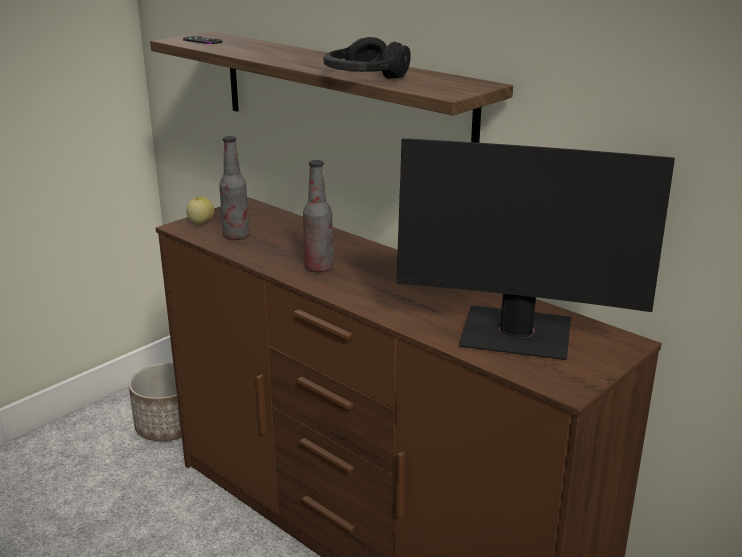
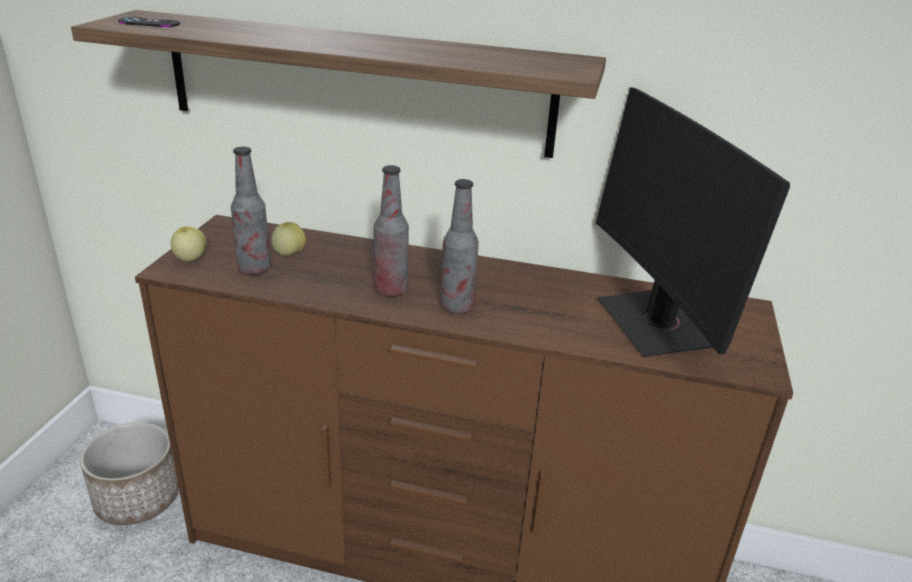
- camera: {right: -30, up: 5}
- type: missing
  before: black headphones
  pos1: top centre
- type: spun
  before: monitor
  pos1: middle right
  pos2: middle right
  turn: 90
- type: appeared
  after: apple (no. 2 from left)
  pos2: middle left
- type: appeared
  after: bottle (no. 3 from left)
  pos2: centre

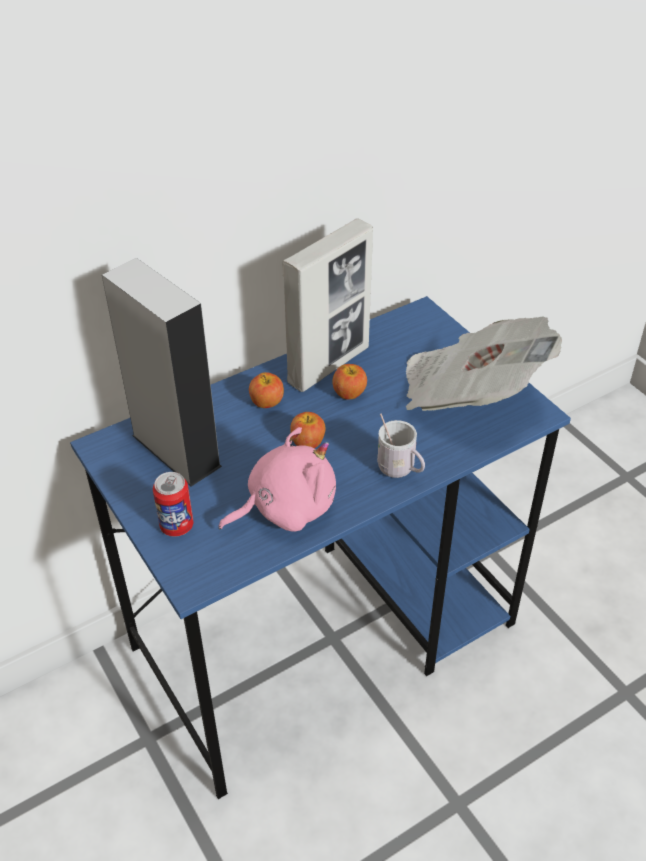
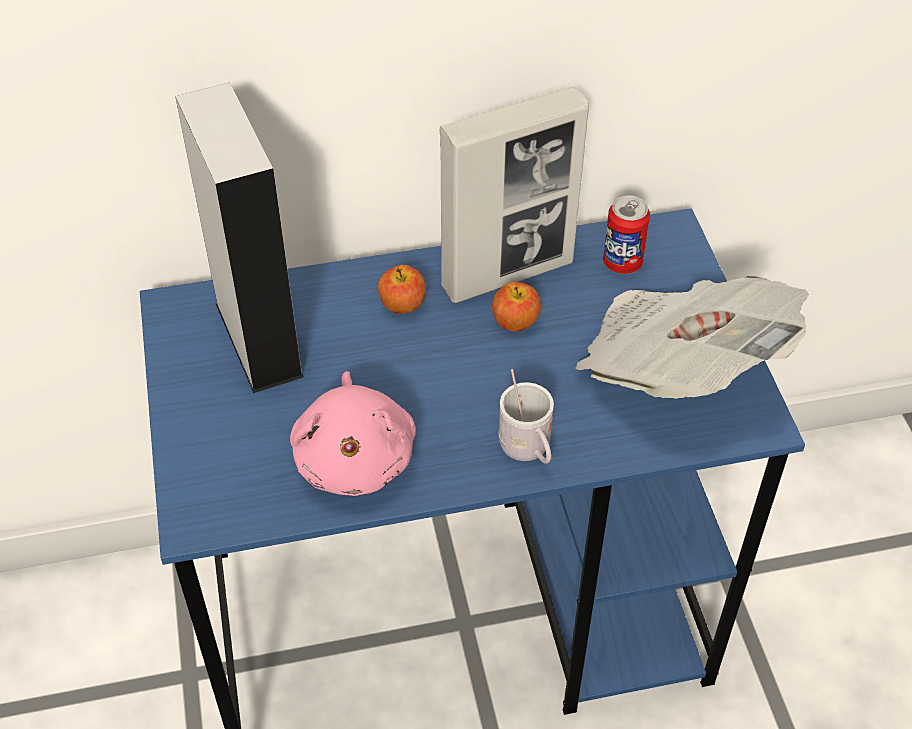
- camera: {right: 20, up: 5}
- type: relocated
  before: can
  pos1: middle left
  pos2: top right
- type: spun
  before: pink plush toy
  pos1: centre
  pos2: centre
  turn: 90
- type: missing
  before: apple (no. 2 from left)
  pos1: centre

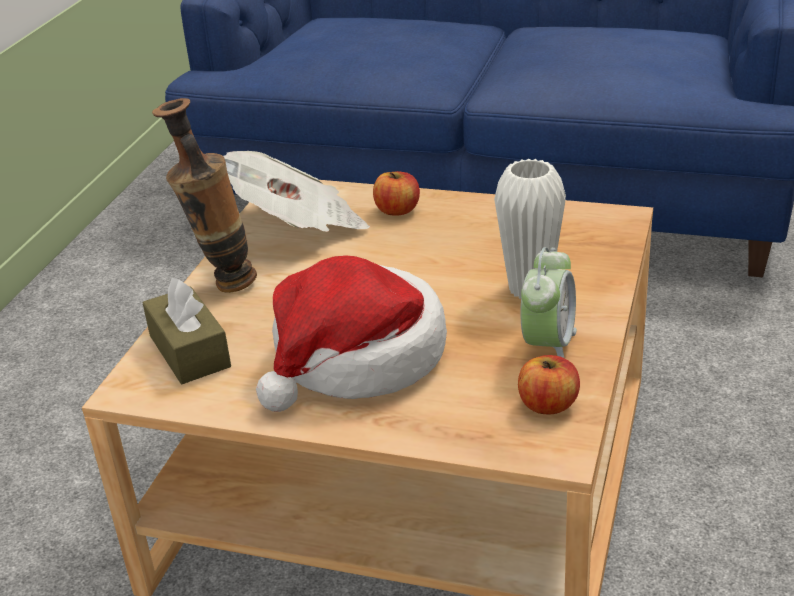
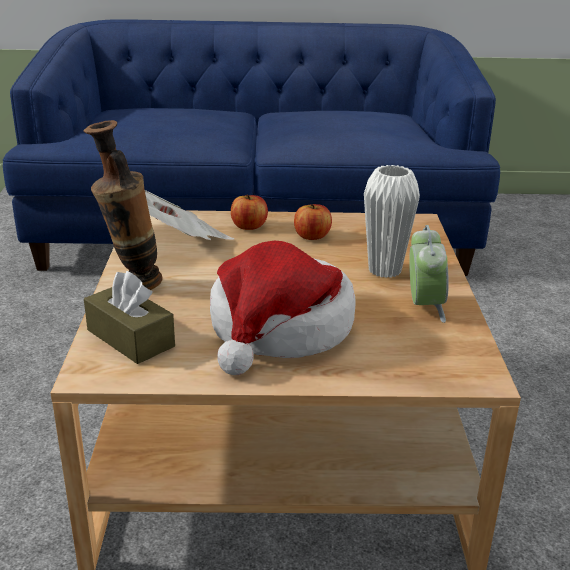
- camera: {right: -20, up: -5}
- type: relocated
  before: apple (no. 2 from left)
  pos1: middle right
  pos2: centre

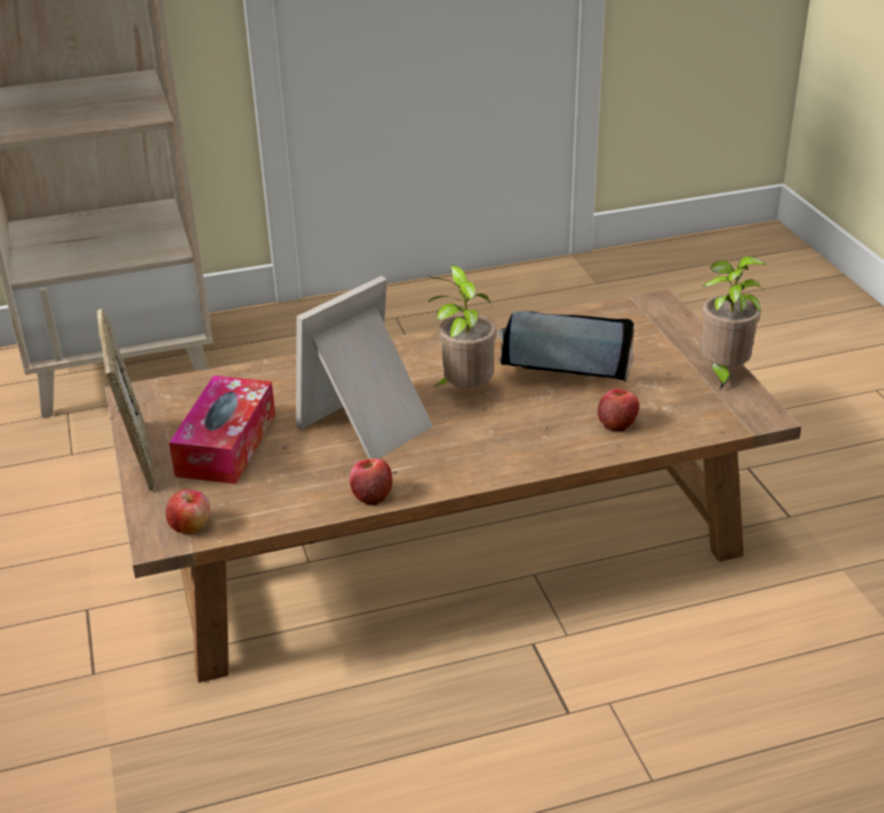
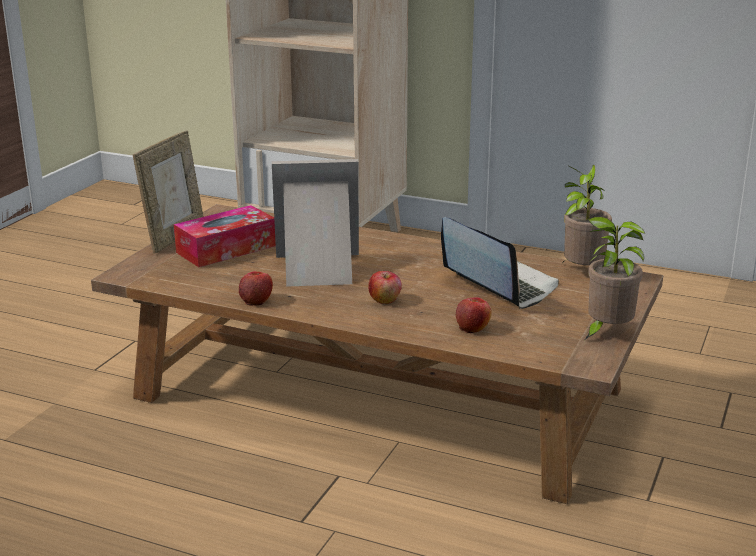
- camera: {right: 40, up: -10}
- type: relocated
  before: apple (no. 1 from left in the first image)
  after: apple (no. 2 from left)
  pos1: middle left
  pos2: centre
- type: relocated
  before: potted plant (no. 1 from left)
  pos1: centre
  pos2: middle right

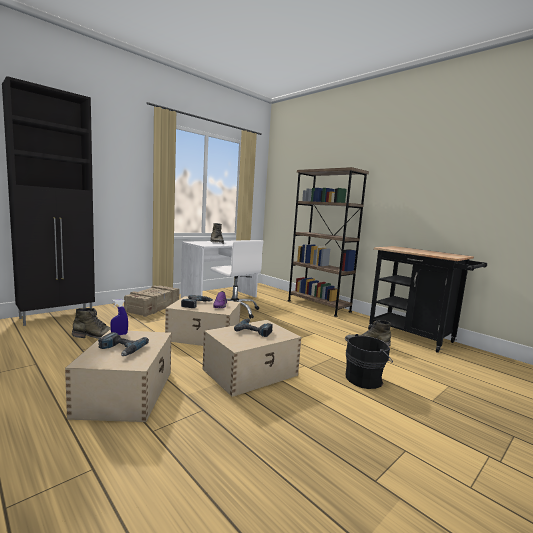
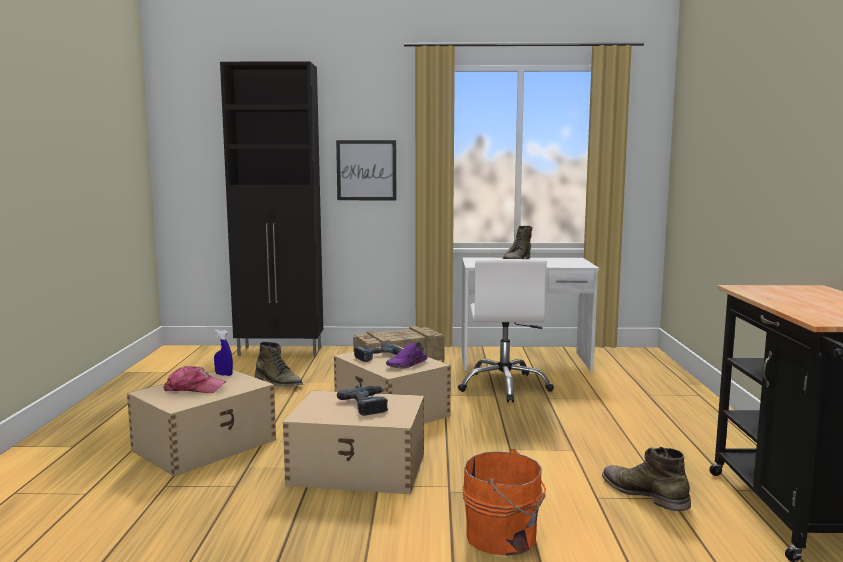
- camera: {right: 45, up: 0}
- type: exchanged
  before: power drill (no. 1 from left)
  after: cap
  pos1: middle left
  pos2: bottom left
- type: missing
  before: brown bookcase
  pos1: centre
- type: colour
  before: black bucket
  after: orange bucket
  pos1: bottom right
  pos2: bottom centre
- type: appeared
  after: picture
  pos2: top centre

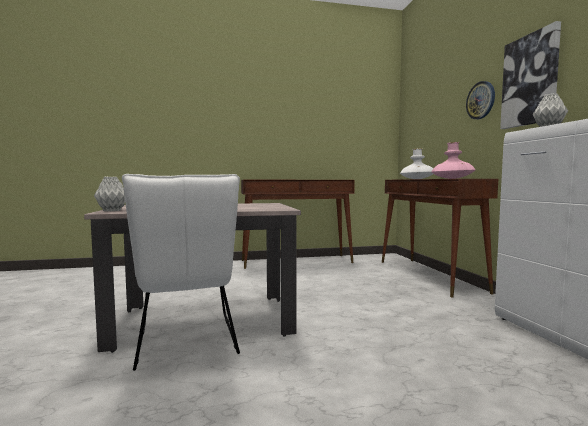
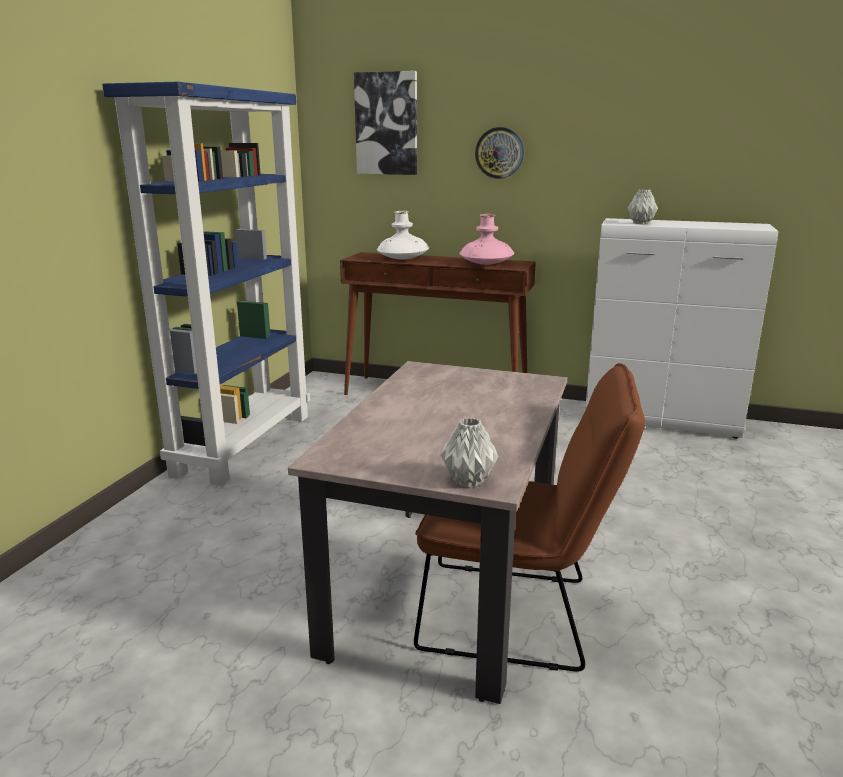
- camera: {right: -60, up: 15}
- type: colour
  before: white chair
  after: brown chair
  pos1: middle left
  pos2: centre
- type: exchanged
  before: brown console table (no. 1 from left)
  after: blue bookcase
  pos1: centre
  pos2: middle left
- type: relocated
  before: picture
  pos1: top right
  pos2: top centre

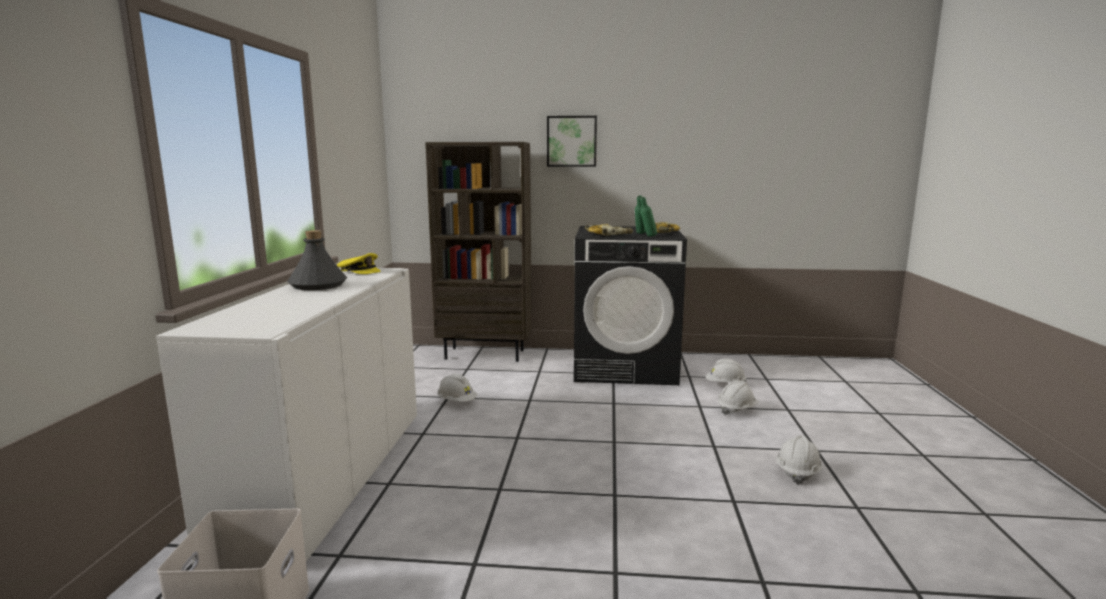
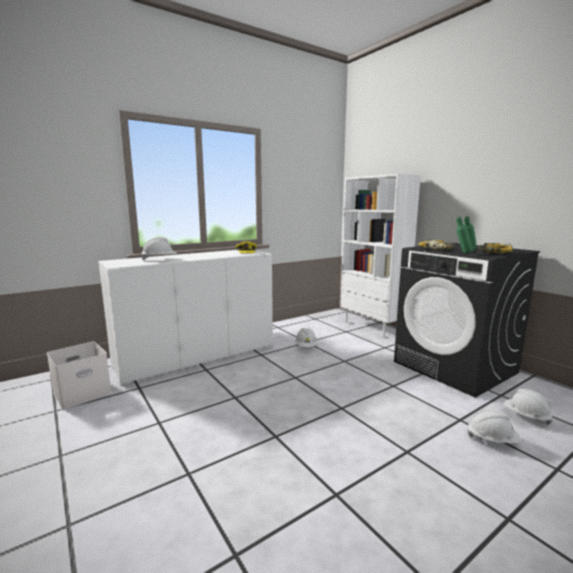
- camera: {right: 50, up: 0}
- type: missing
  before: grey bottle
  pos1: middle left
- type: colour
  before: brown bookcase
  after: white bookcase
  pos1: centre
  pos2: centre
- type: missing
  before: picture
  pos1: top centre
- type: relocated
  before: white hard hat (no. 4 from left in the first image)
  after: white hard hat (no. 1 from left)
  pos1: bottom right
  pos2: middle left

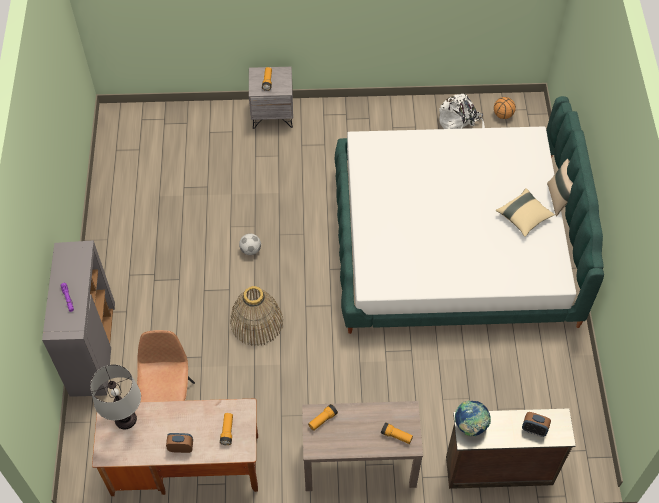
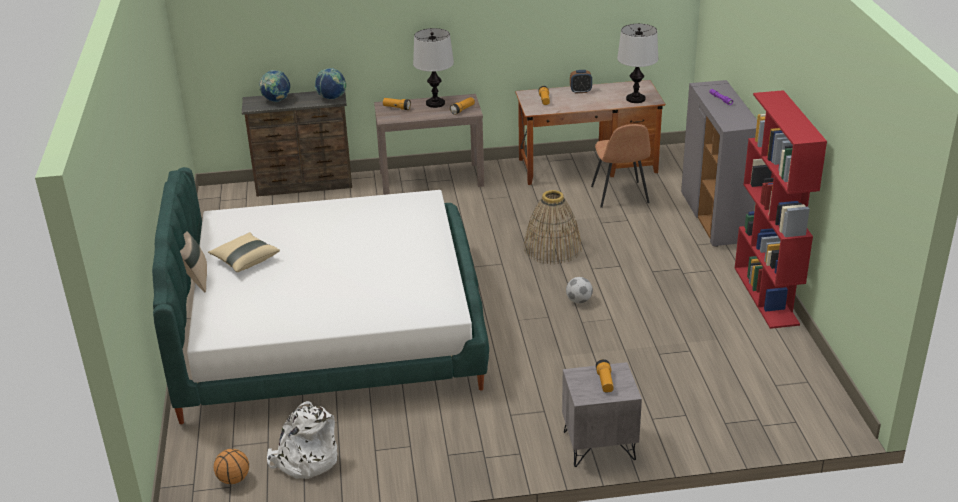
- camera: {right: 175, up: -25}
- type: exchanged
  before: alarm clock (no. 2 from left)
  after: globe (no. 1 from left)
  pos1: bottom right
  pos2: top left
- type: appeared
  after: table lamp (no. 1 from left)
  pos2: top centre
- type: appeared
  after: red bookcase
  pos2: middle right

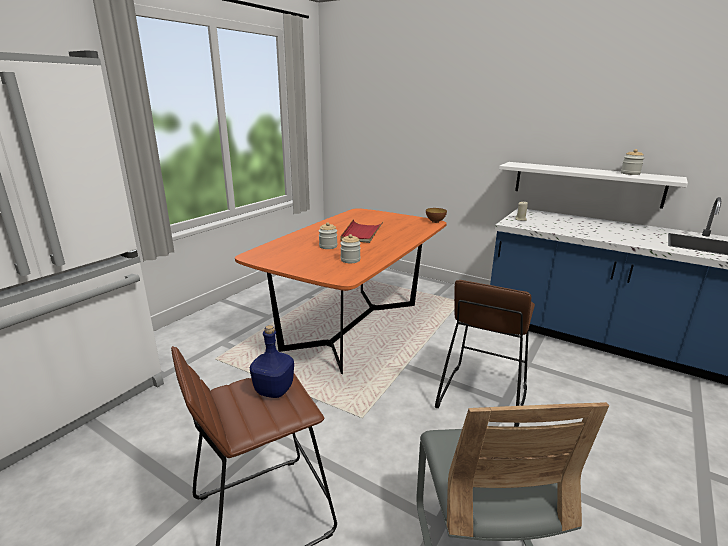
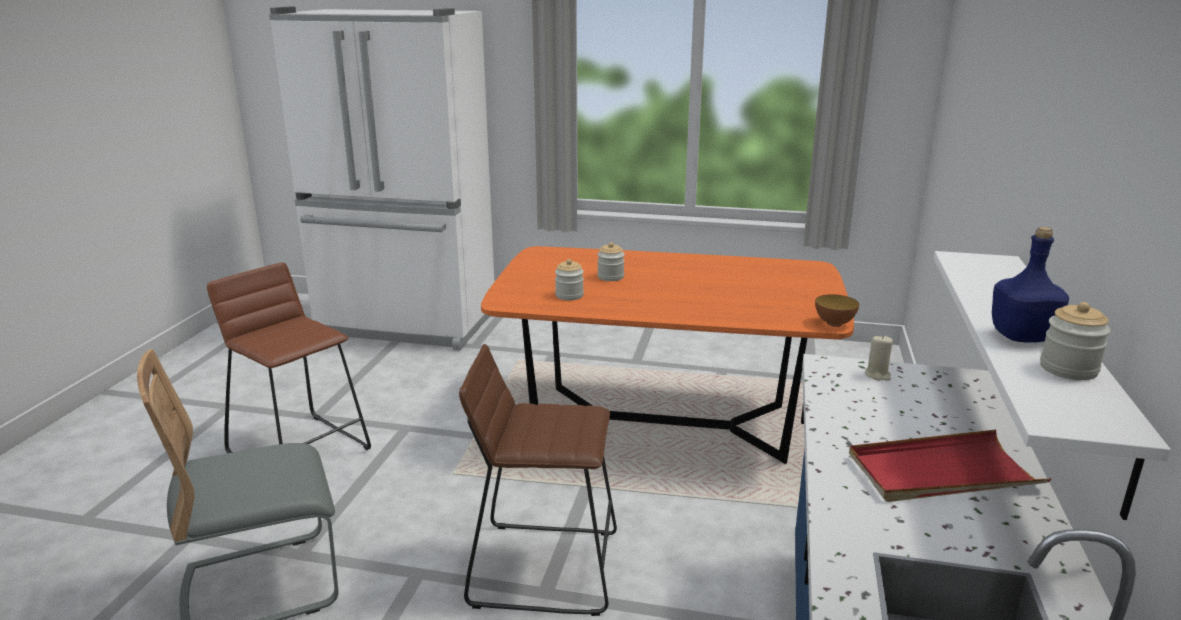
- camera: {right: 70, up: 0}
- type: relocated
  before: blue bottle
  pos1: centre
  pos2: middle right
- type: relocated
  before: red tray
  pos1: centre
  pos2: bottom right

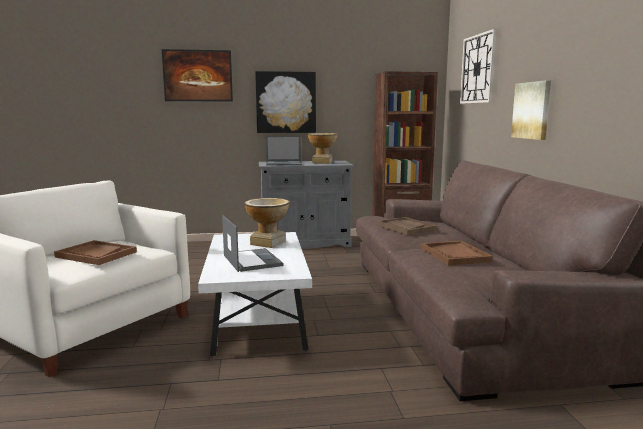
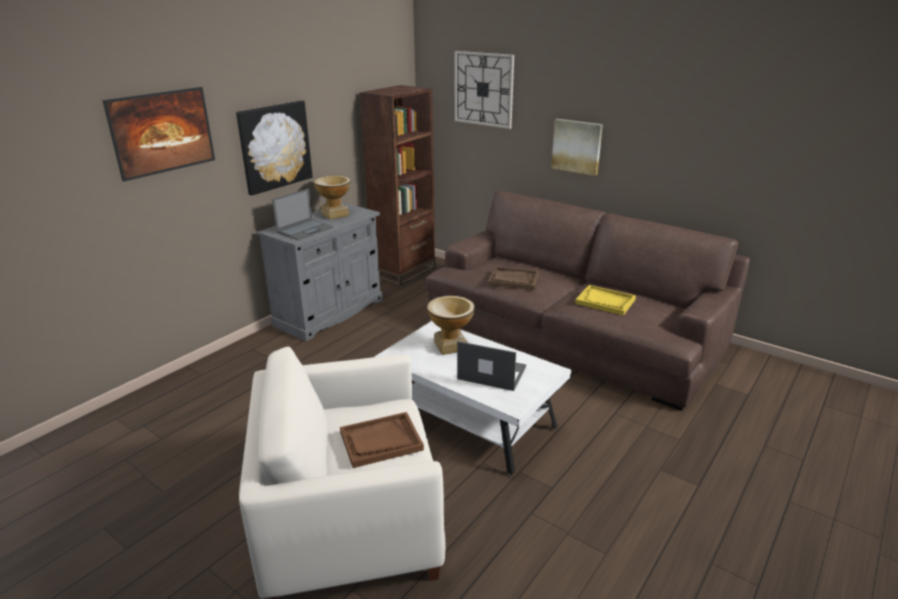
- camera: {right: -45, up: 15}
- type: colour
  before: brown tray (no. 3 from left)
  after: yellow tray
  pos1: middle right
  pos2: middle right

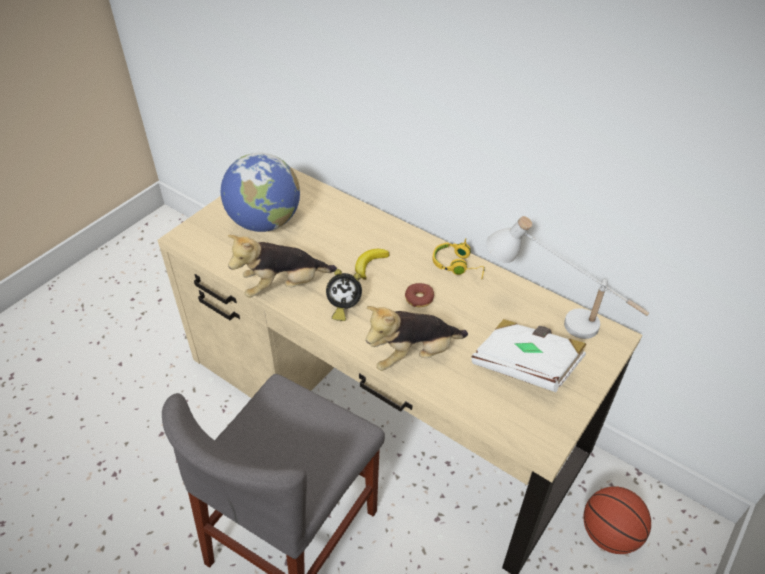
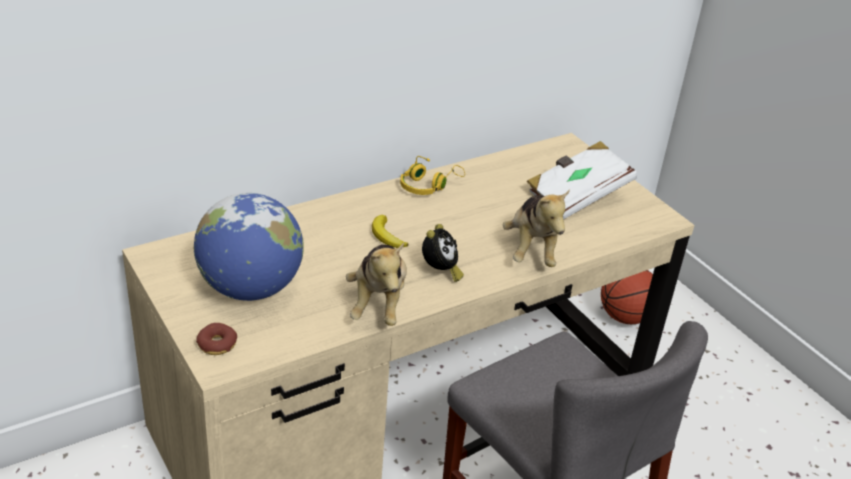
- camera: {right: -70, up: -10}
- type: relocated
  before: donut
  pos1: centre
  pos2: bottom left
- type: missing
  before: white table lamp
  pos1: middle right

